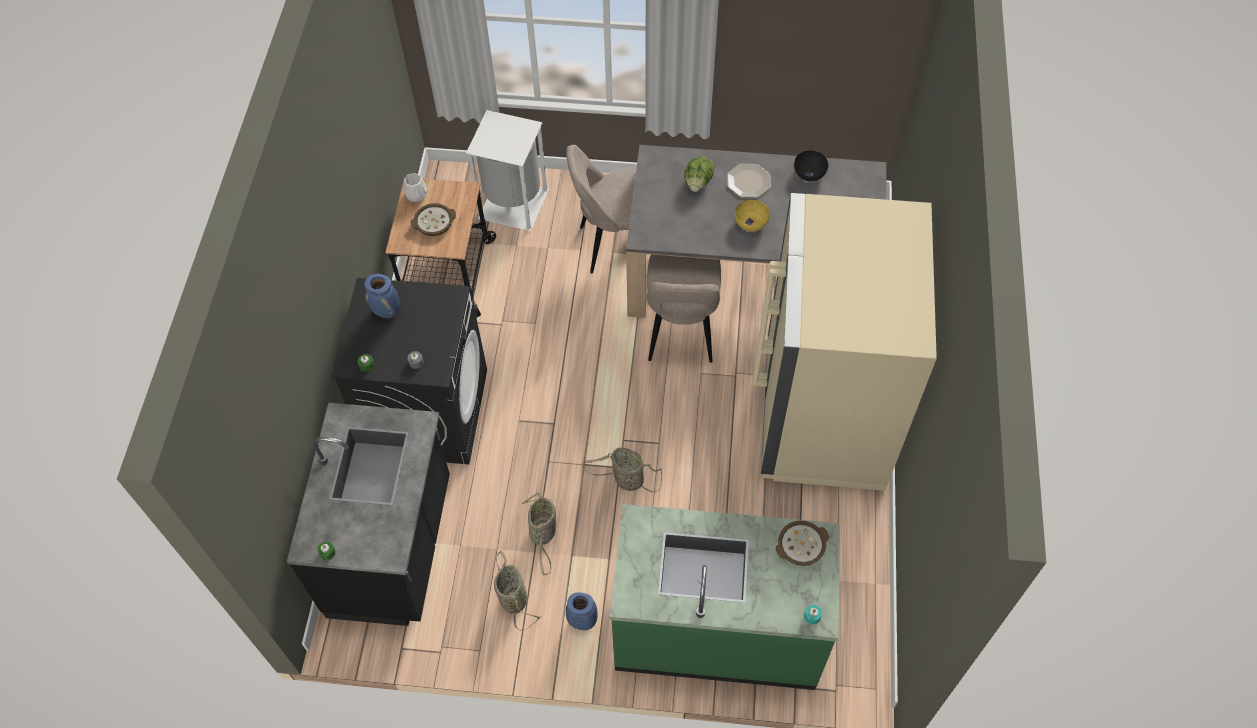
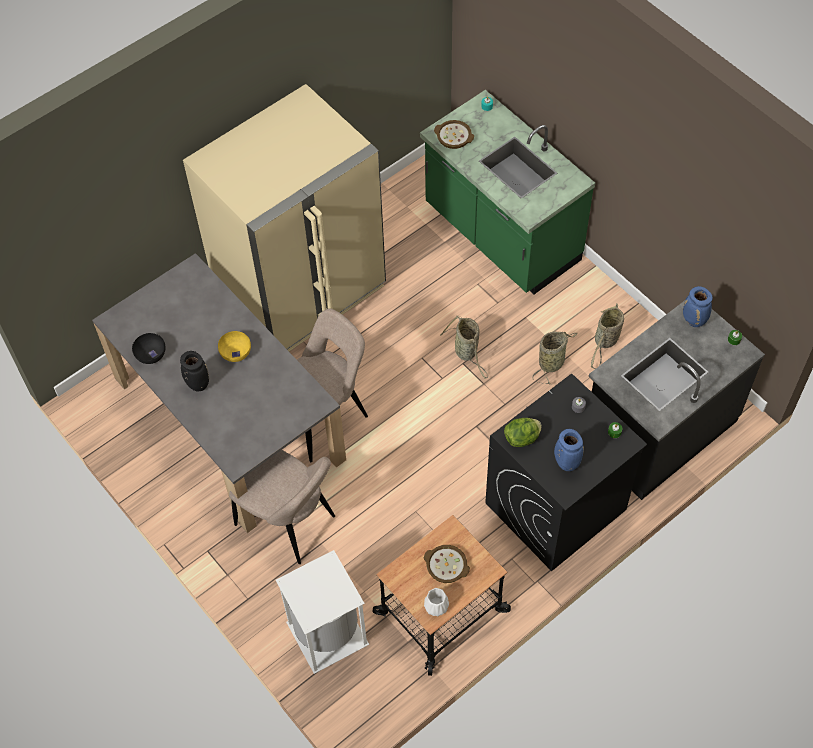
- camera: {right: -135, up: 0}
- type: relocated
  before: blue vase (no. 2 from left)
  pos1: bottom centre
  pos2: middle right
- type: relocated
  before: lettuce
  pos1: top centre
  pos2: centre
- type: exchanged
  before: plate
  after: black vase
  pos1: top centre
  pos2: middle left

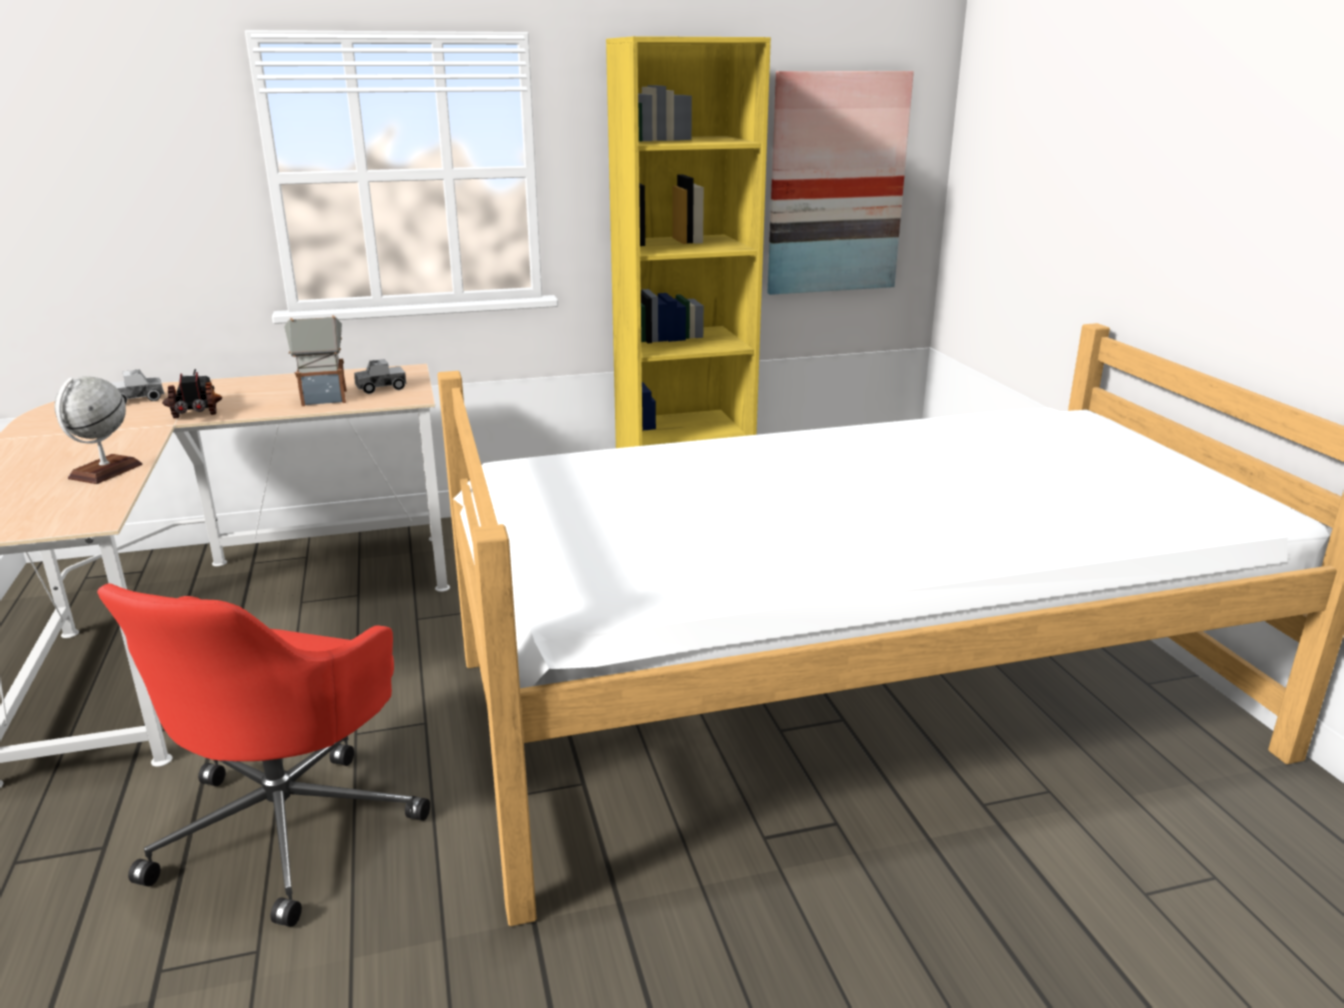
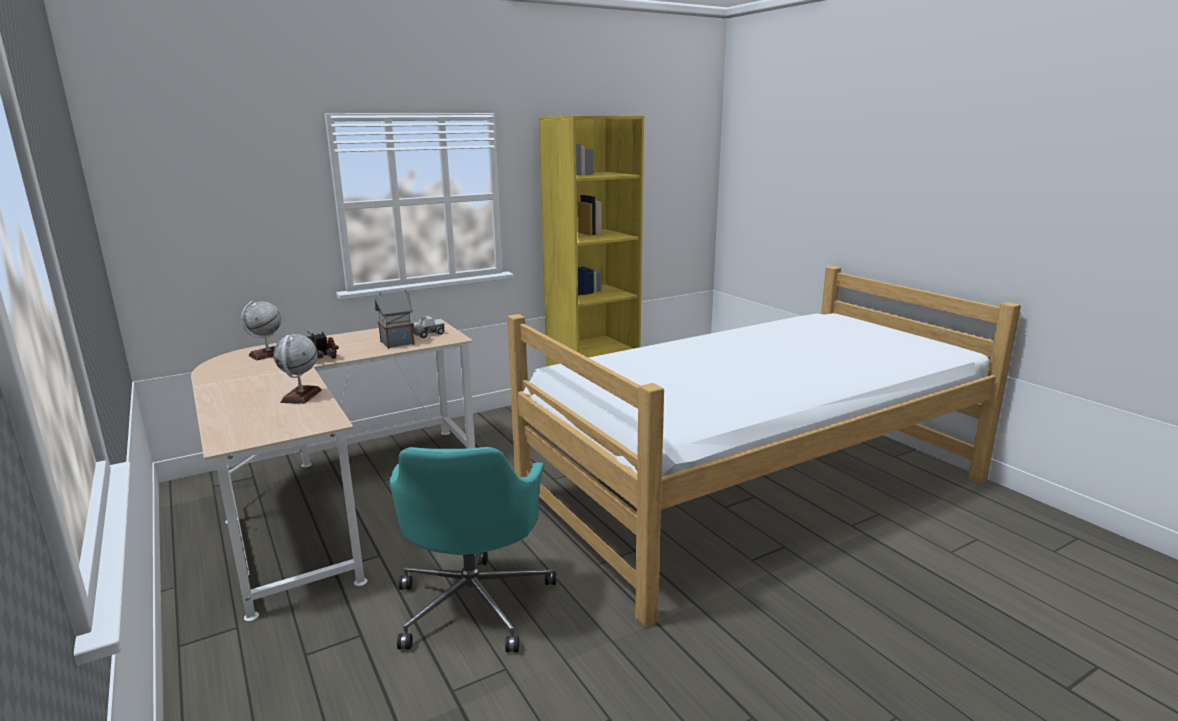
- camera: {right: -15, up: -5}
- type: colour
  before: red office chair
  after: turquoise office chair
  pos1: bottom left
  pos2: bottom centre
- type: exchanged
  before: toy truck (no. 1 from left)
  after: globe (no. 1 from left)
  pos1: middle left
  pos2: middle left
- type: missing
  before: picture
  pos1: top centre

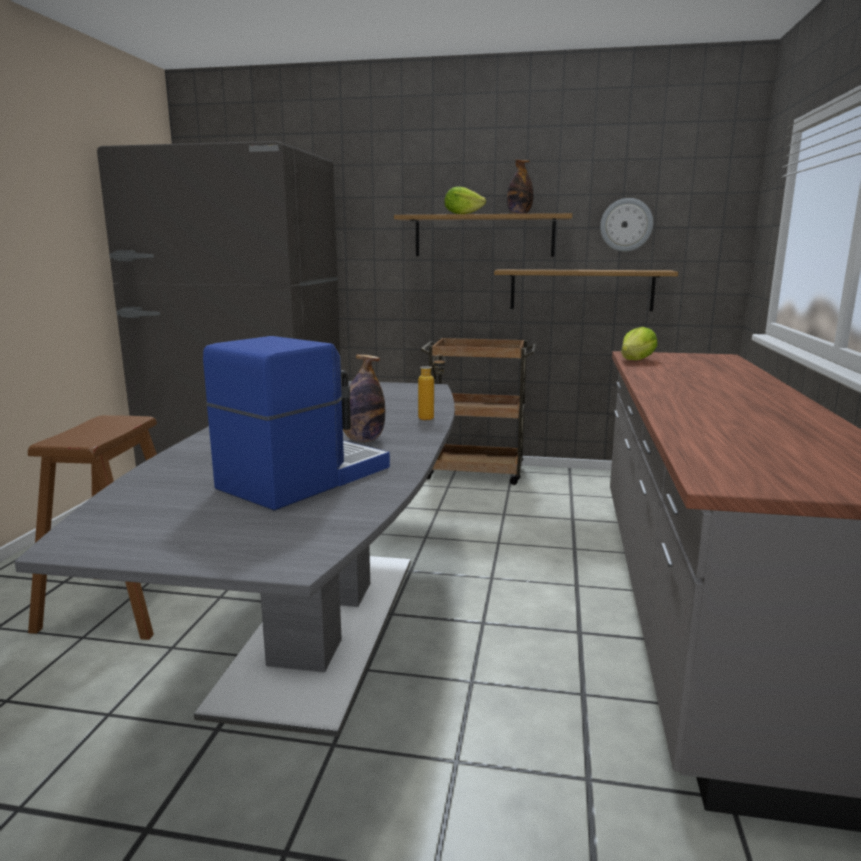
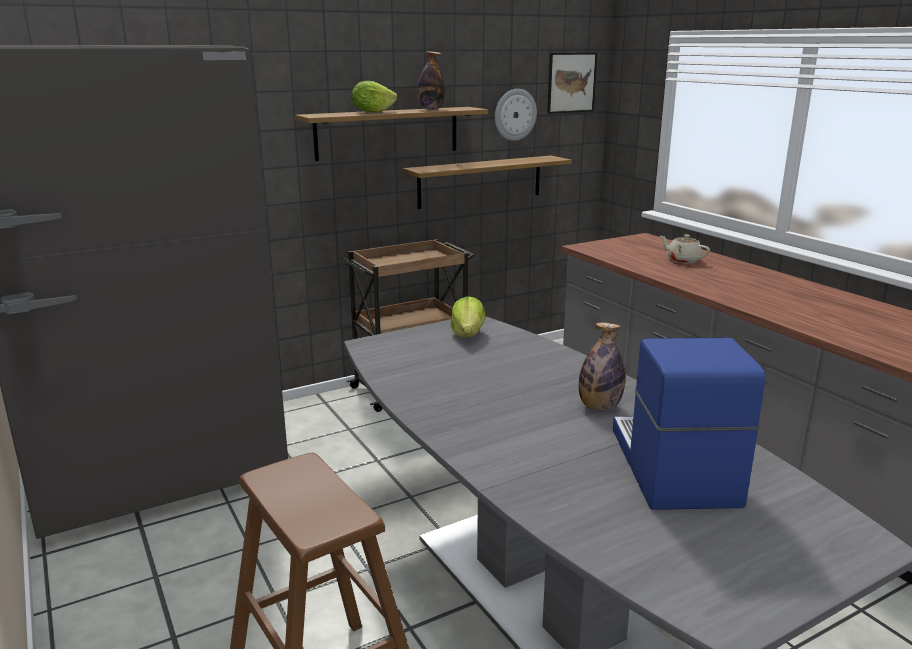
- camera: {right: -40, up: 5}
- type: missing
  before: bottle (no. 2 from left)
  pos1: centre
- type: relocated
  before: lettuce (no. 2 from left)
  pos1: middle right
  pos2: centre
- type: appeared
  after: picture
  pos2: top centre
- type: appeared
  after: beige teapot
  pos2: middle right

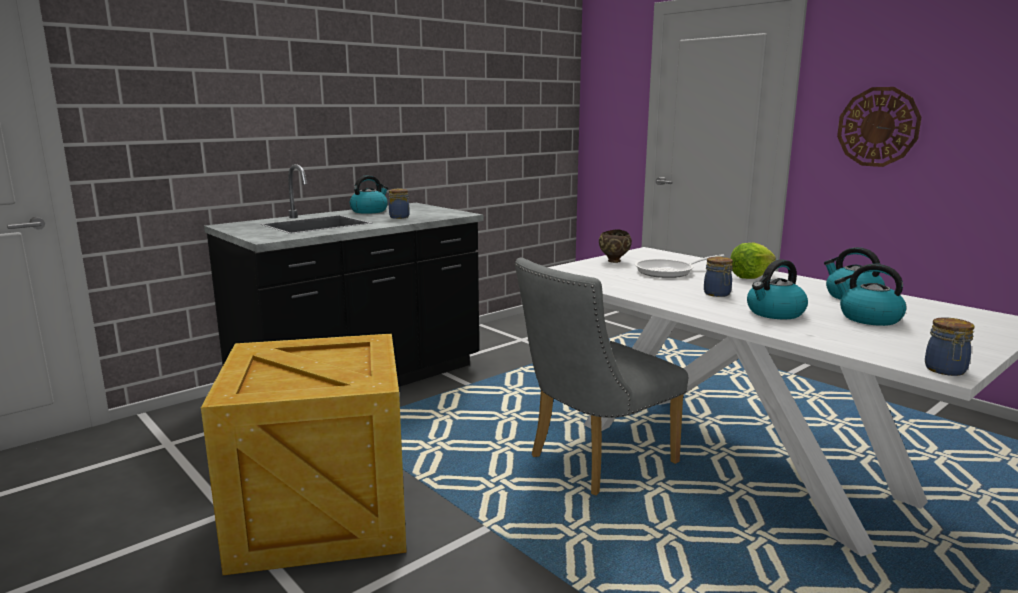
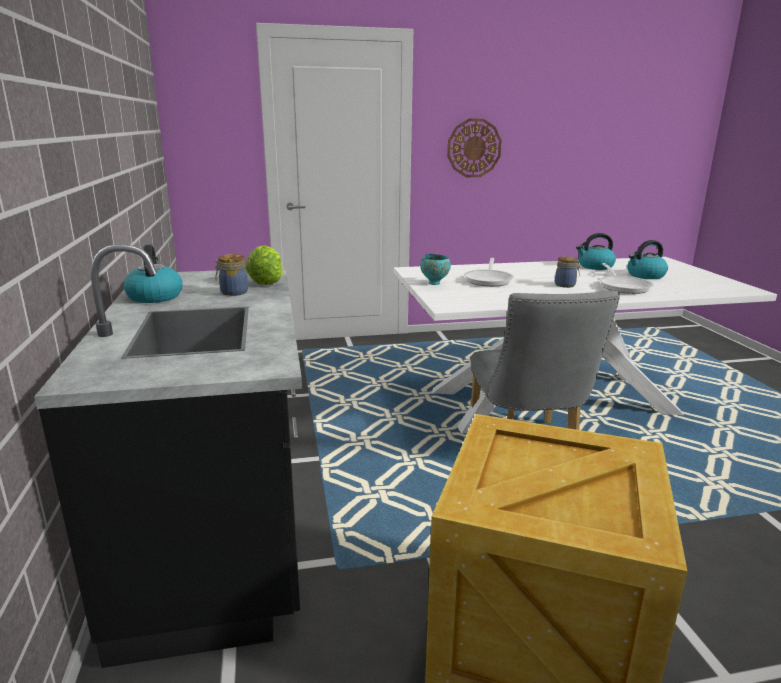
- camera: {right: -60, up: 5}
- type: colour
  before: brown bowl
  after: turquoise bowl
  pos1: centre
  pos2: centre
- type: relocated
  before: lettuce
  pos1: middle right
  pos2: centre
- type: exchanged
  before: kettle (no. 2 from left)
  after: frying pan (no. 2 from left)
  pos1: middle right
  pos2: middle right
- type: missing
  before: jar (no. 3 from left)
  pos1: middle right

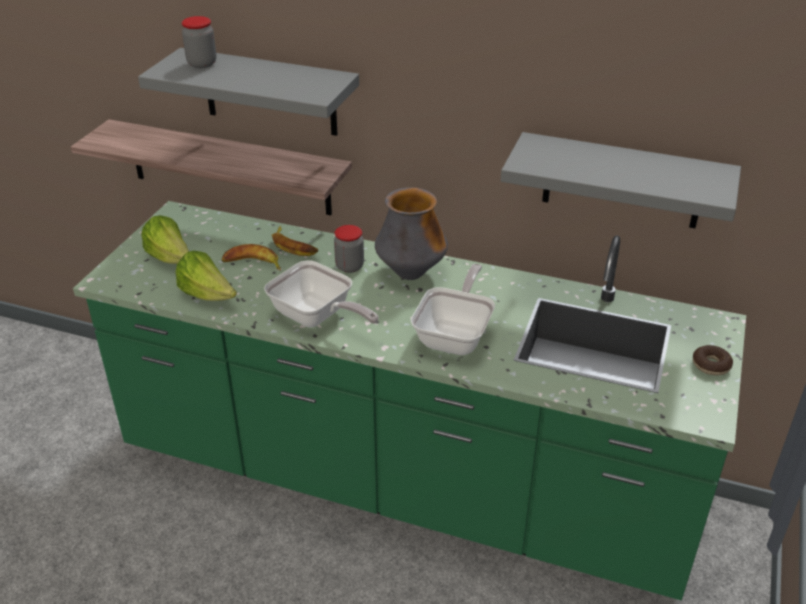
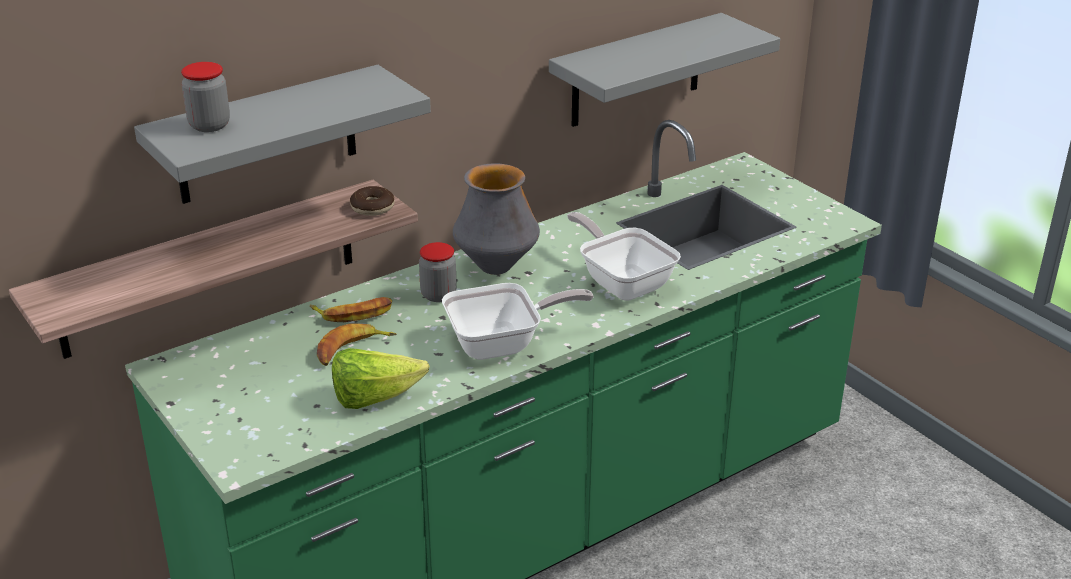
- camera: {right: -55, up: -5}
- type: missing
  before: lettuce (no. 1 from left)
  pos1: middle left
- type: relocated
  before: donut
  pos1: middle right
  pos2: centre

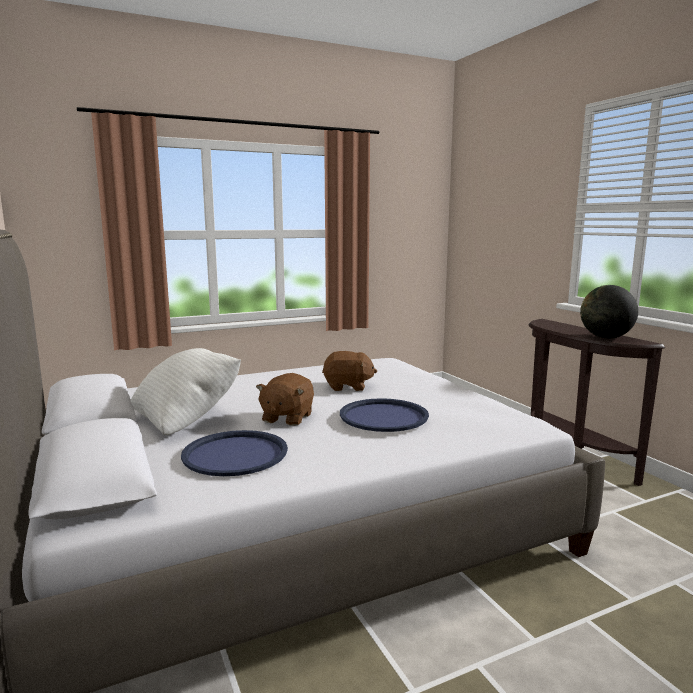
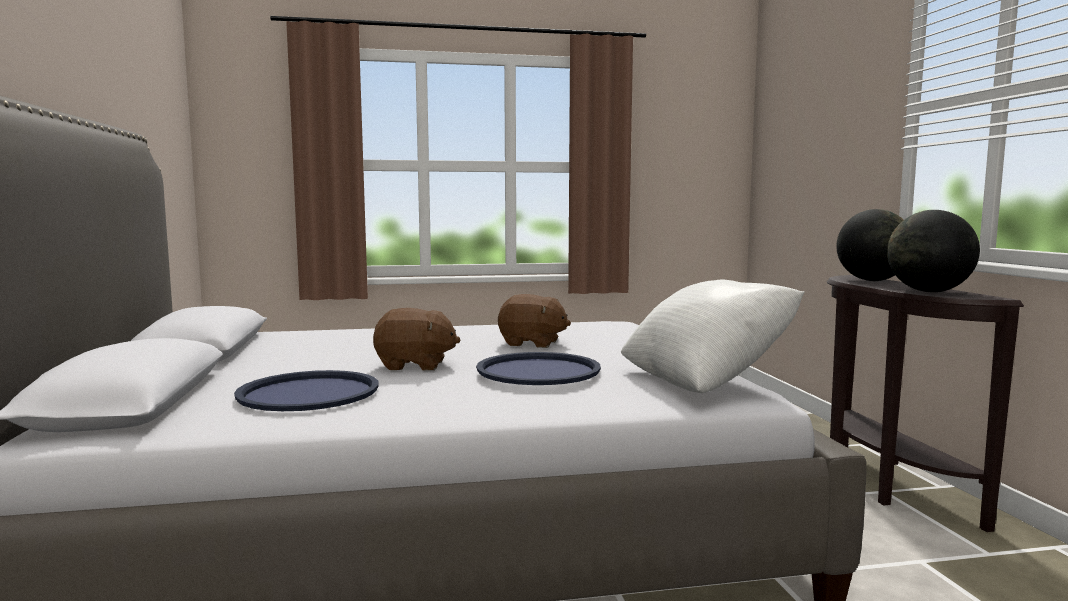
- camera: {right: 15, up: -5}
- type: relocated
  before: white pillow
  pos1: middle left
  pos2: middle right
- type: spun
  before: brown plush toy (no. 1 from left)
  pos1: centre
  pos2: centre
  turn: -120
- type: appeared
  after: globe (no. 1 from left)
  pos2: middle right

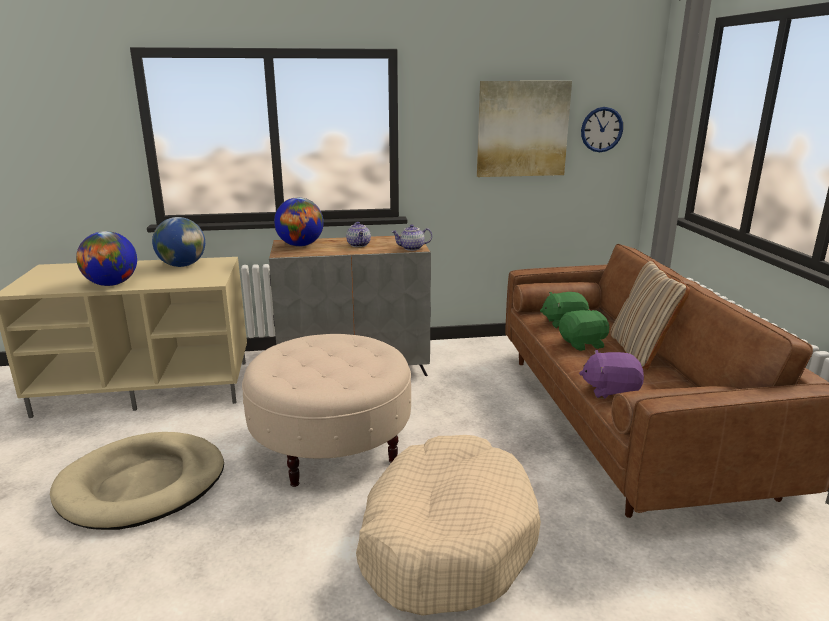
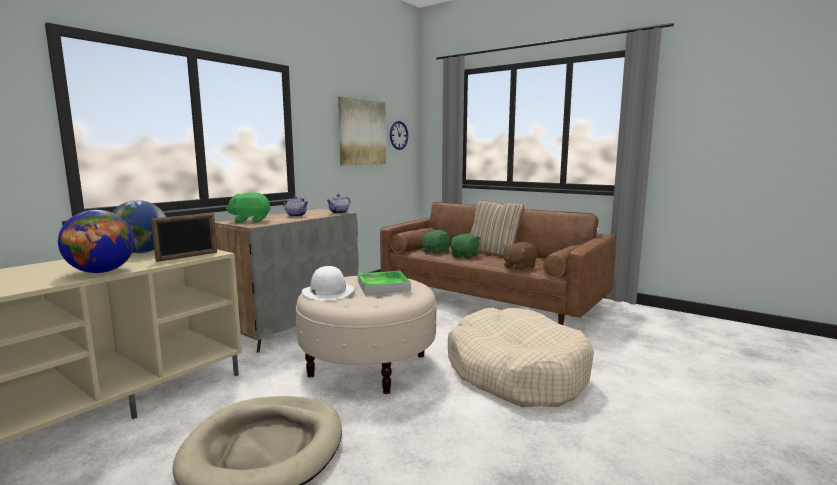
- camera: {right: -45, up: -10}
- type: exchanged
  before: globe (no. 3 from left)
  after: green plush toy (no. 1 from left)
  pos1: centre
  pos2: middle left
- type: colour
  before: purple plush toy
  after: brown plush toy
  pos1: middle right
  pos2: centre
- type: appeared
  after: picture frame
  pos2: middle left
- type: appeared
  after: white hat
  pos2: centre
- type: appeared
  after: tray
  pos2: centre

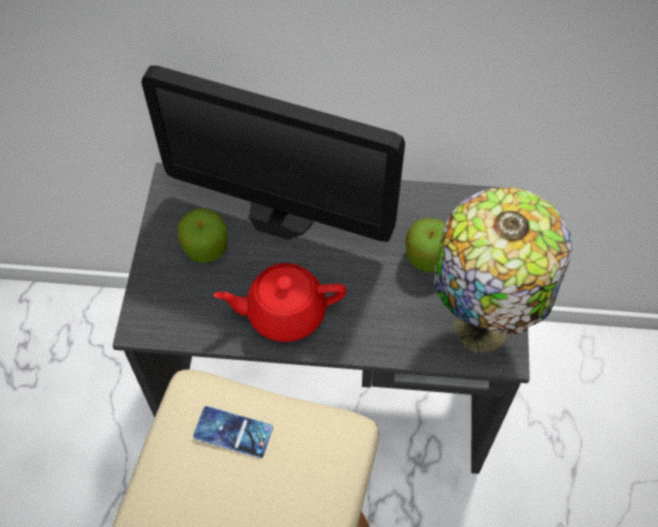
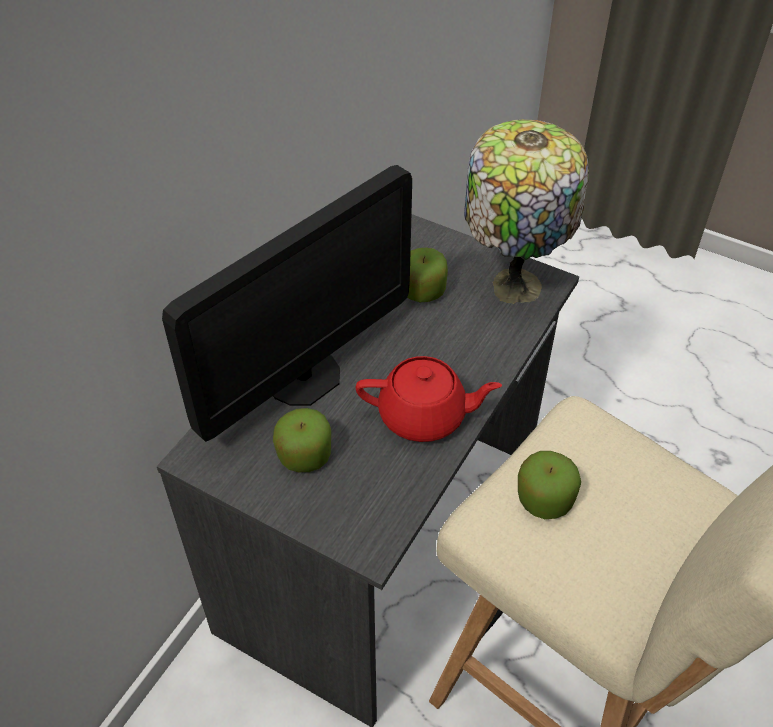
- camera: {right: -65, up: -10}
- type: exchanged
  before: phone
  after: apple (no. 3 from left)
  pos1: bottom centre
  pos2: bottom right
- type: spun
  before: red teapot
  pos1: centre
  pos2: centre
  turn: -105

